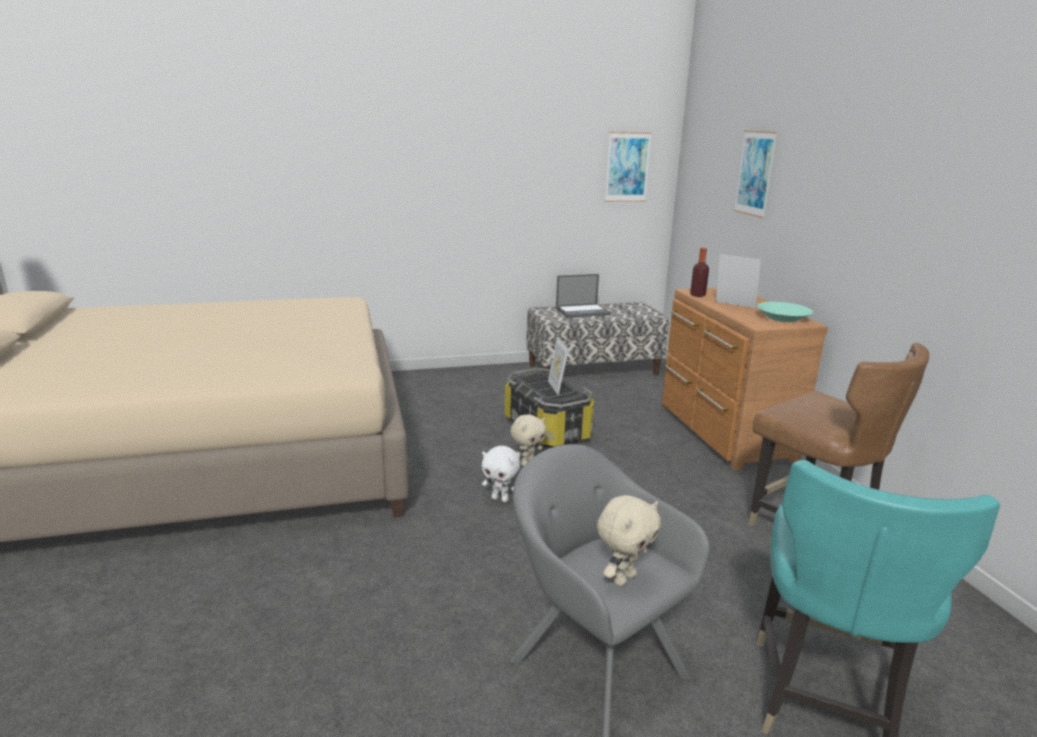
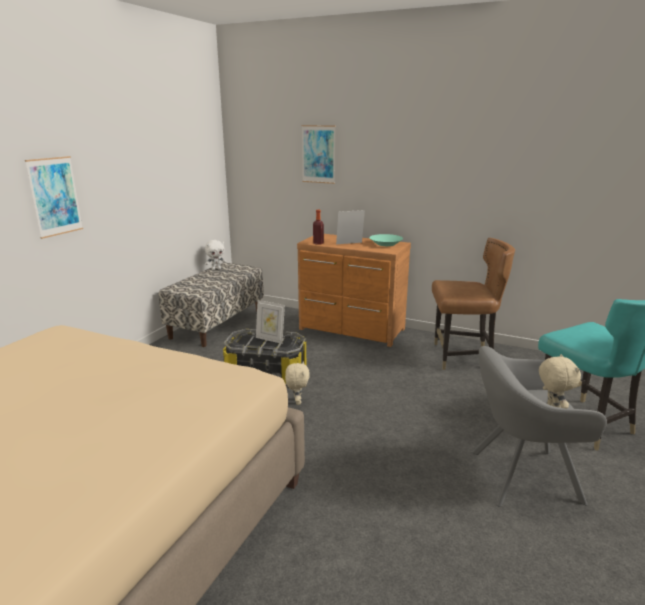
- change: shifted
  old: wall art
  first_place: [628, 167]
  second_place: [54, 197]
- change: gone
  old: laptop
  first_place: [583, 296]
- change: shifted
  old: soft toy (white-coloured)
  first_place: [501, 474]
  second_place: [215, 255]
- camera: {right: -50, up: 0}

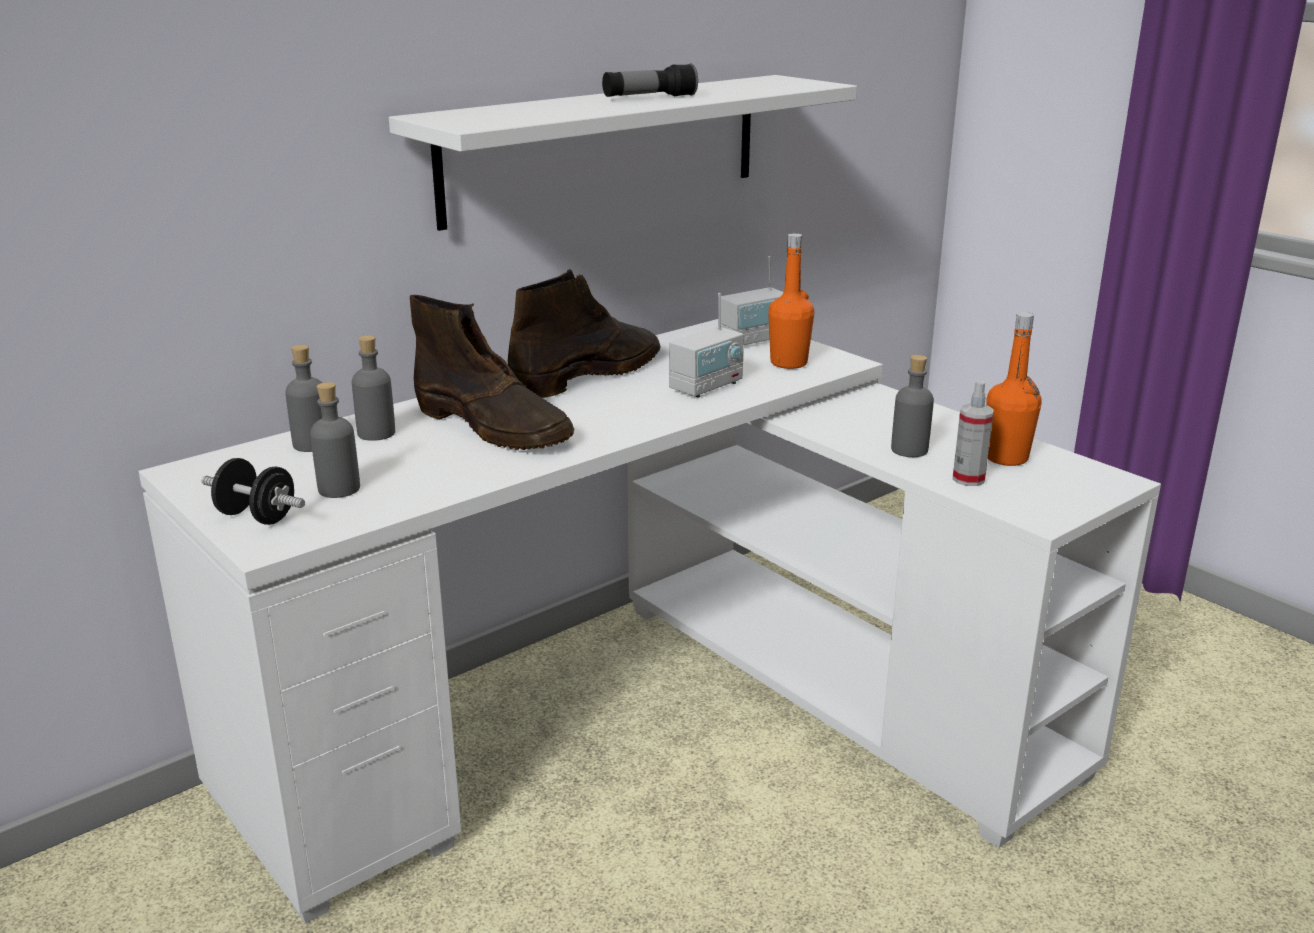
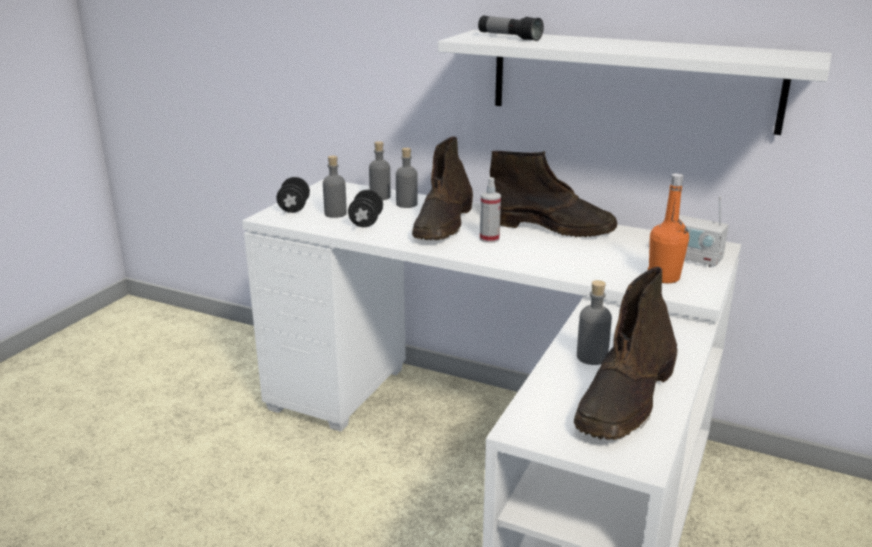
- change: shifted
  old: hand torch
  first_place: [650, 80]
  second_place: [511, 28]
- change: gone
  old: radio receiver
  first_place: [706, 345]
- change: swapped
  old: bottle (orange-coloured)
  new: tall boot (brown)
  first_place: [1014, 389]
  second_place: [625, 353]
- change: shifted
  old: hand sprayer
  first_place: [973, 433]
  second_place: [490, 210]
- change: new
  new: dumbbell (black)
  second_place: [365, 208]
- camera: {right: 65, up: 0}

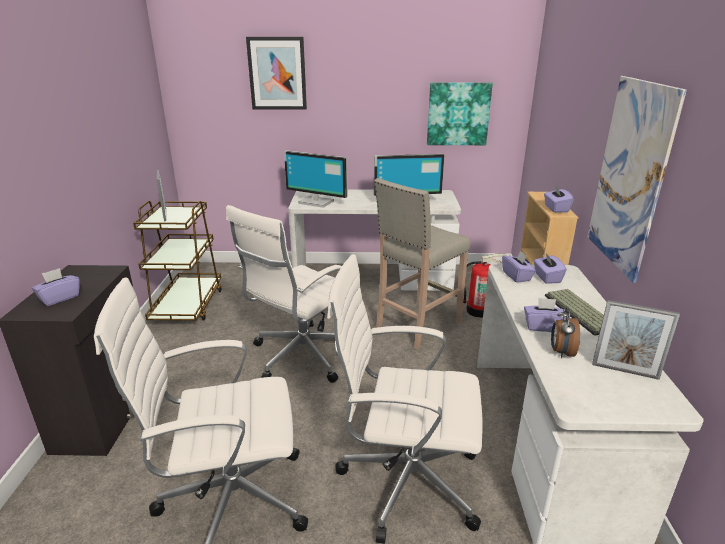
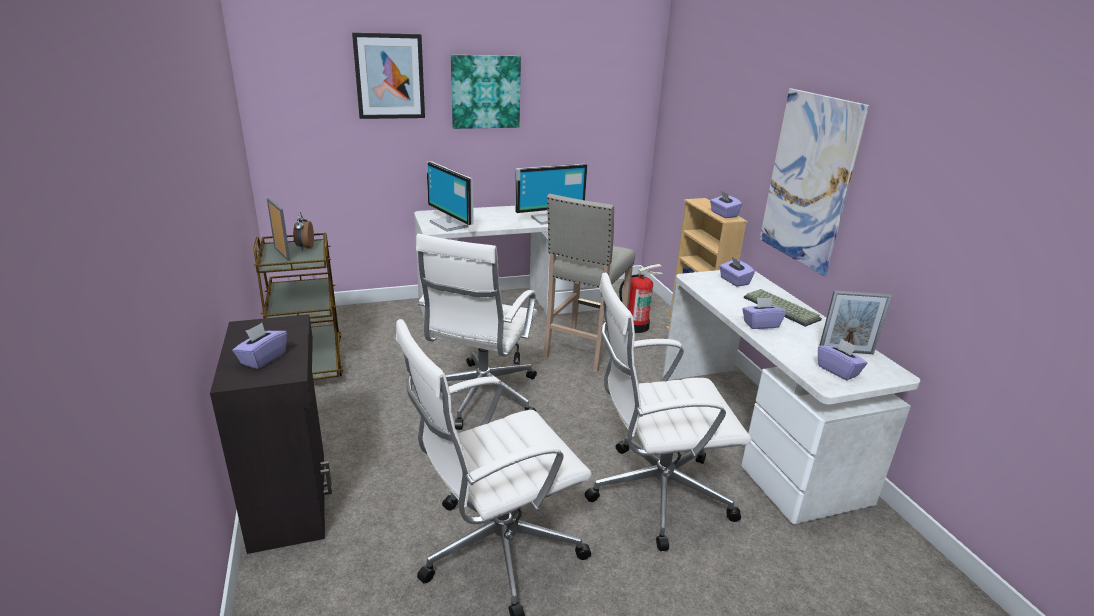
- change: shifted
  old: wall art
  first_place: [460, 113]
  second_place: [486, 92]
- change: rotated
  old: computer screen
  first_place: [316, 179]
  second_place: [450, 196]
  degrees: 45
- change: shifted
  old: tissue holder (purplish)
  first_place: [519, 267]
  second_place: [843, 359]
- change: shifted
  old: alarm clock
  first_place: [565, 332]
  second_place: [303, 231]
- camera: {right: -20, up: 0}

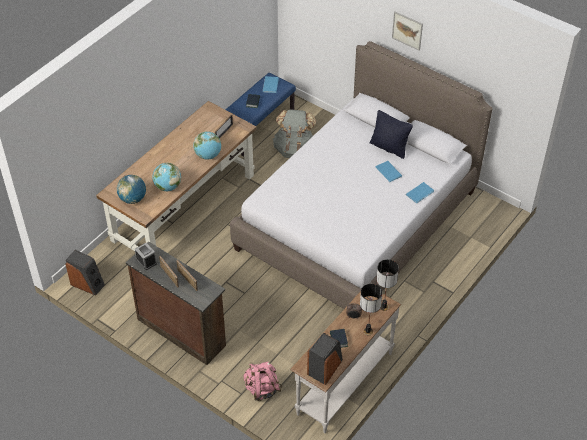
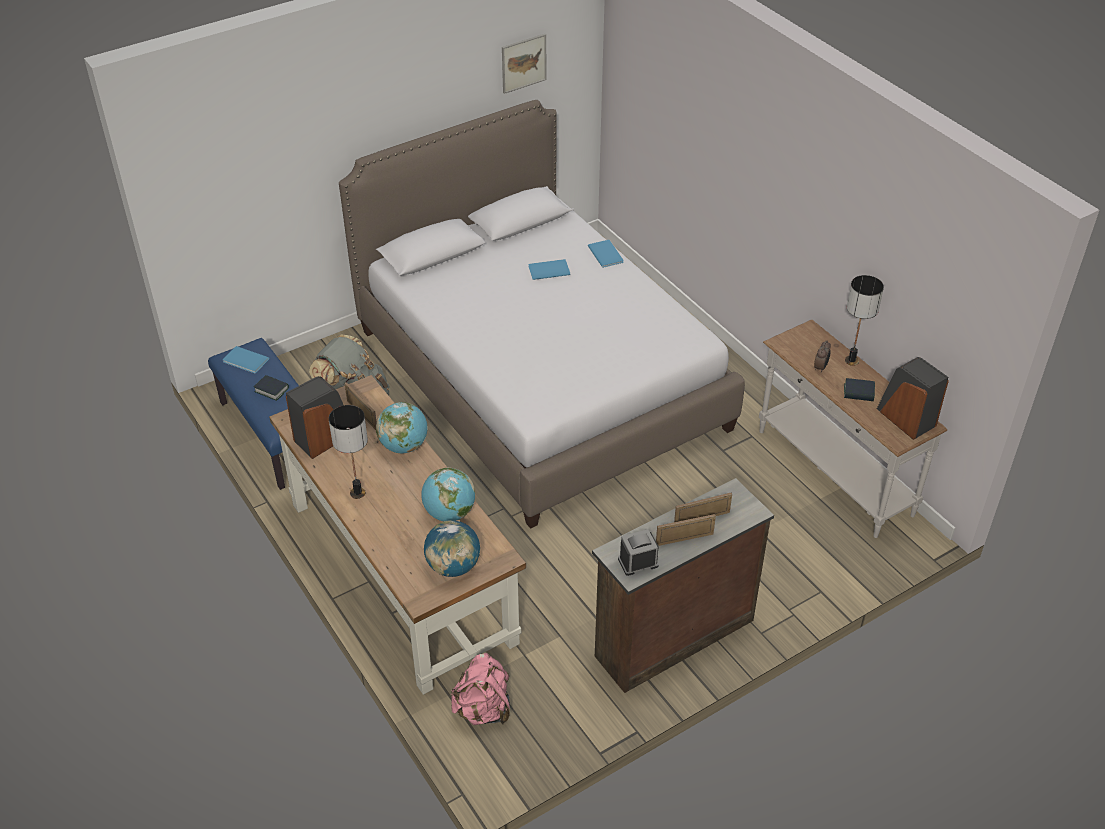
- change: shifted
  old: wall art
  first_place: [407, 31]
  second_place: [524, 64]
- change: gone
  old: throw pillow (black)
  first_place: [391, 134]
- change: shifted
  old: audio speaker
  first_place: [85, 272]
  second_place: [314, 417]
- change: shifted
  old: tabletop lamp
  first_place: [388, 285]
  second_place: [348, 452]
- change: shifted
  old: rucksack (pinkish)
  first_place: [263, 381]
  second_place: [480, 689]
- camera: {right: -70, up: -5}

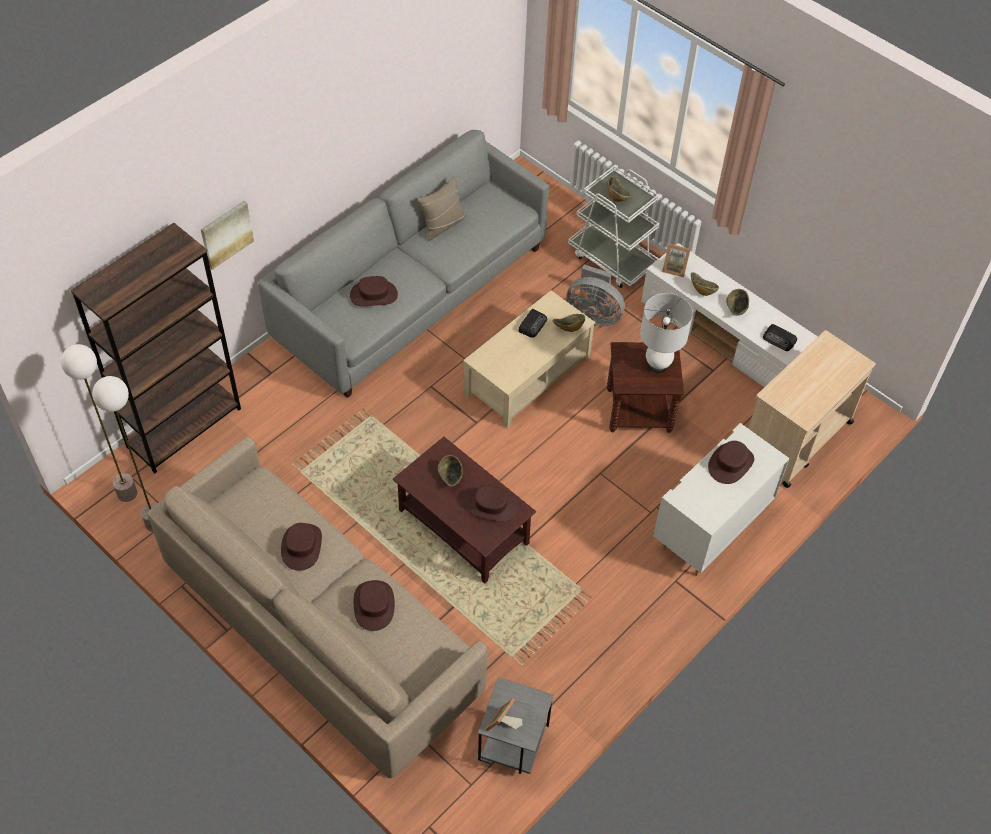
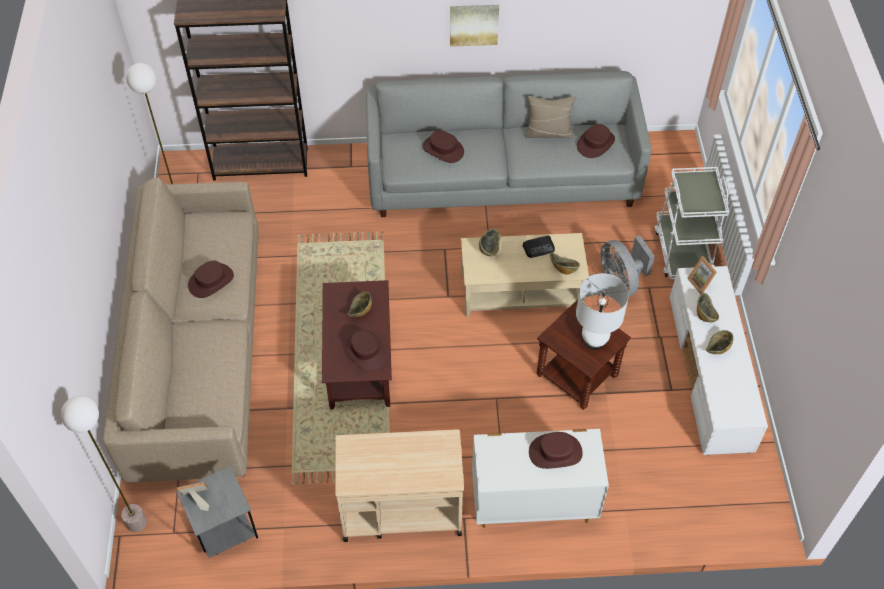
- change: shifted
  old: deep dish
  first_place: [619, 189]
  second_place: [490, 242]
- change: shifted
  old: wall art
  first_place: [227, 235]
  second_place: [474, 26]
- change: gone
  old: radio receiver
  first_place: [780, 337]
- change: shifted
  old: wheeled cart (beige-coloured)
  first_place: [812, 409]
  second_place: [399, 485]
- change: shifted
  old: floor lamp
  first_place: [99, 423]
  second_place: [104, 464]
- change: shifted
  old: wearable hat (brown)
  first_place: [374, 605]
  second_place: [596, 141]
- camera: {right: 45, up: 0}

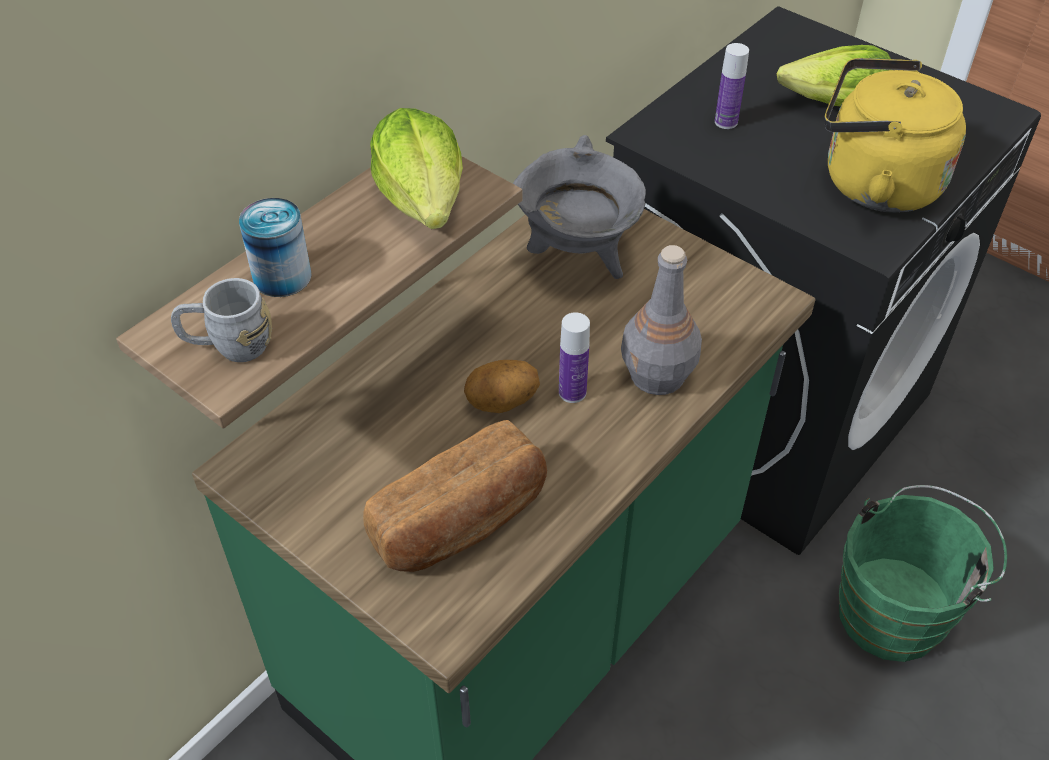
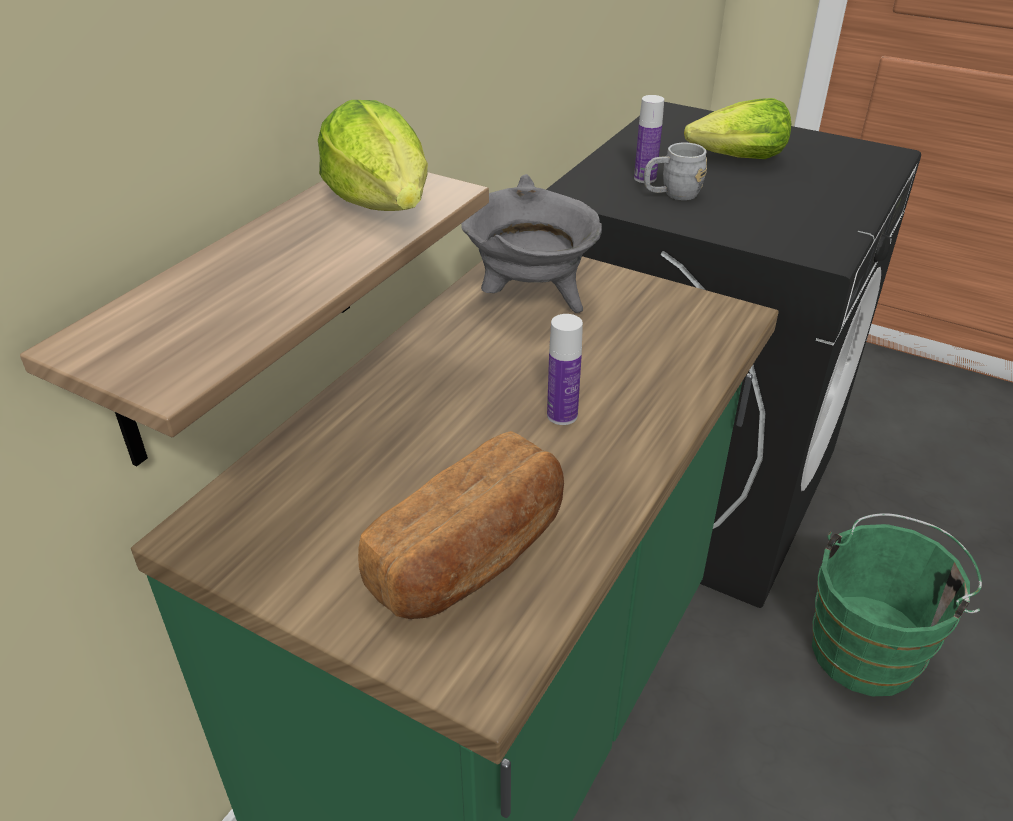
- change: gone
  old: tea kettle (yellow-coloured)
  first_place: [895, 135]
- change: gone
  old: metal can
  first_place: [275, 247]
- change: gone
  old: bottle (greyish)
  first_place: [661, 320]
- change: shifted
  old: coffee mug (greyish)
  first_place: [221, 320]
  second_place: [675, 171]
- change: gone
  old: whole potato
  first_place: [502, 386]
- camera: {right: -10, up: -10}

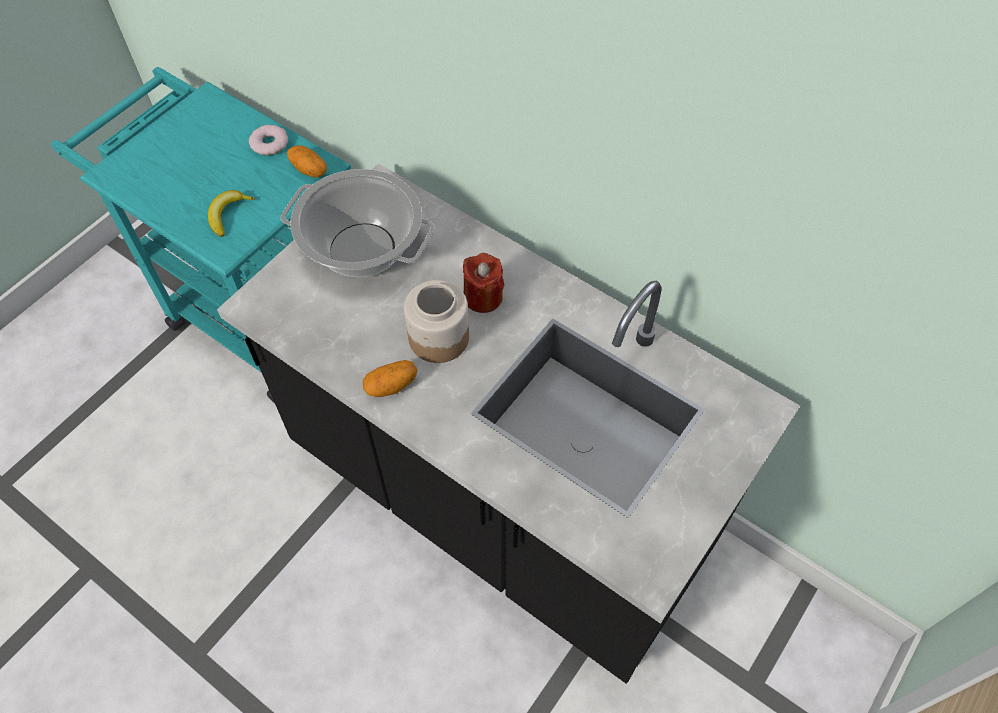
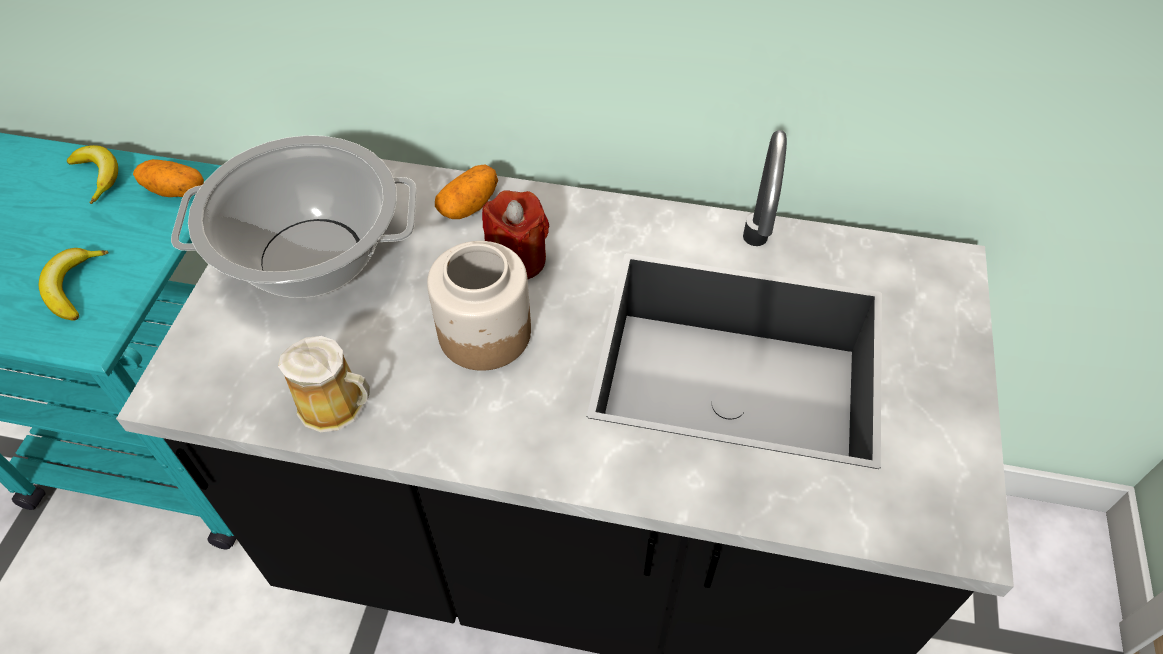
- change: swapped
  old: donut
  new: whole banana
  first_place: [268, 140]
  second_place: [92, 174]
- change: shifted
  old: whole potato
  first_place: [390, 378]
  second_place: [466, 191]
- change: new
  new: coffee mug
  second_place: [324, 384]
- camera: {right: -25, up: -5}

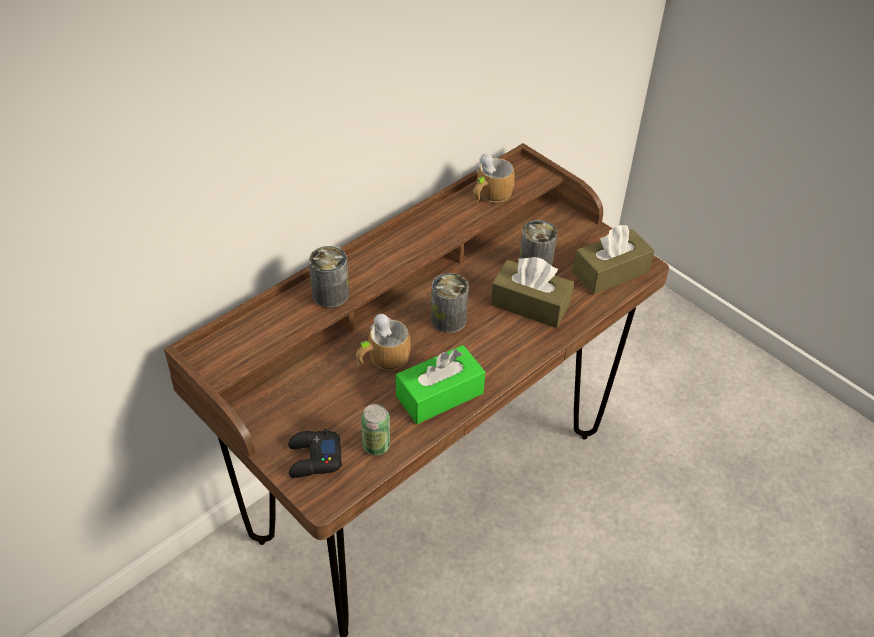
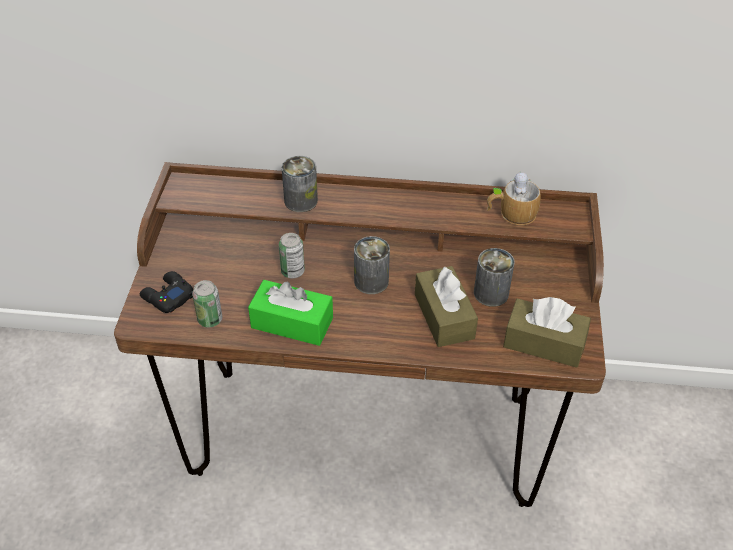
- change: swapped
  old: coffee mug
  new: metal can
  first_place: [383, 342]
  second_place: [292, 255]
- camera: {right: 50, up: 0}

